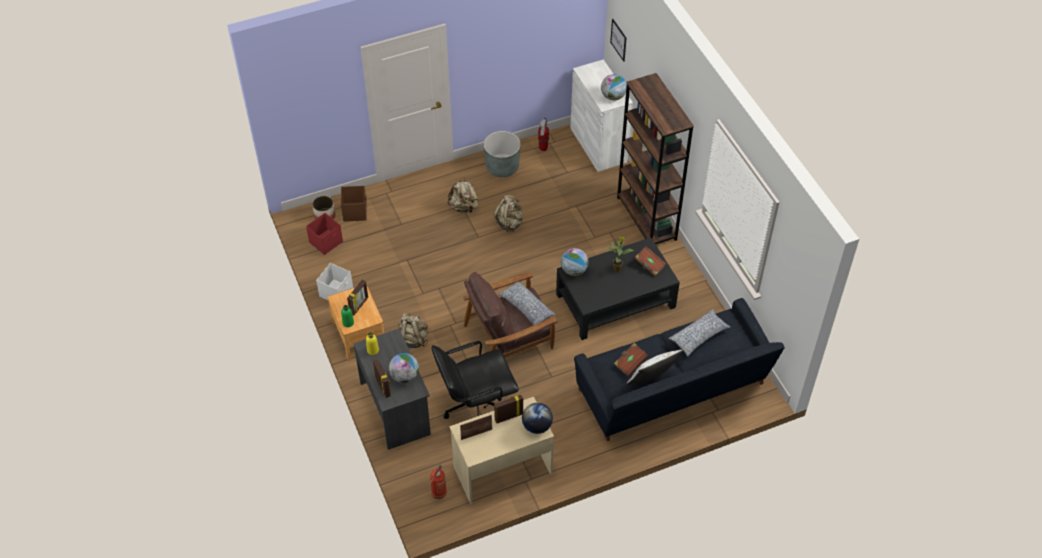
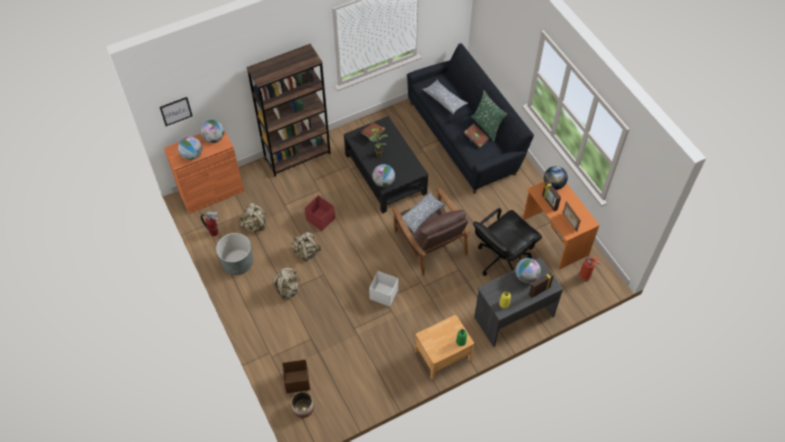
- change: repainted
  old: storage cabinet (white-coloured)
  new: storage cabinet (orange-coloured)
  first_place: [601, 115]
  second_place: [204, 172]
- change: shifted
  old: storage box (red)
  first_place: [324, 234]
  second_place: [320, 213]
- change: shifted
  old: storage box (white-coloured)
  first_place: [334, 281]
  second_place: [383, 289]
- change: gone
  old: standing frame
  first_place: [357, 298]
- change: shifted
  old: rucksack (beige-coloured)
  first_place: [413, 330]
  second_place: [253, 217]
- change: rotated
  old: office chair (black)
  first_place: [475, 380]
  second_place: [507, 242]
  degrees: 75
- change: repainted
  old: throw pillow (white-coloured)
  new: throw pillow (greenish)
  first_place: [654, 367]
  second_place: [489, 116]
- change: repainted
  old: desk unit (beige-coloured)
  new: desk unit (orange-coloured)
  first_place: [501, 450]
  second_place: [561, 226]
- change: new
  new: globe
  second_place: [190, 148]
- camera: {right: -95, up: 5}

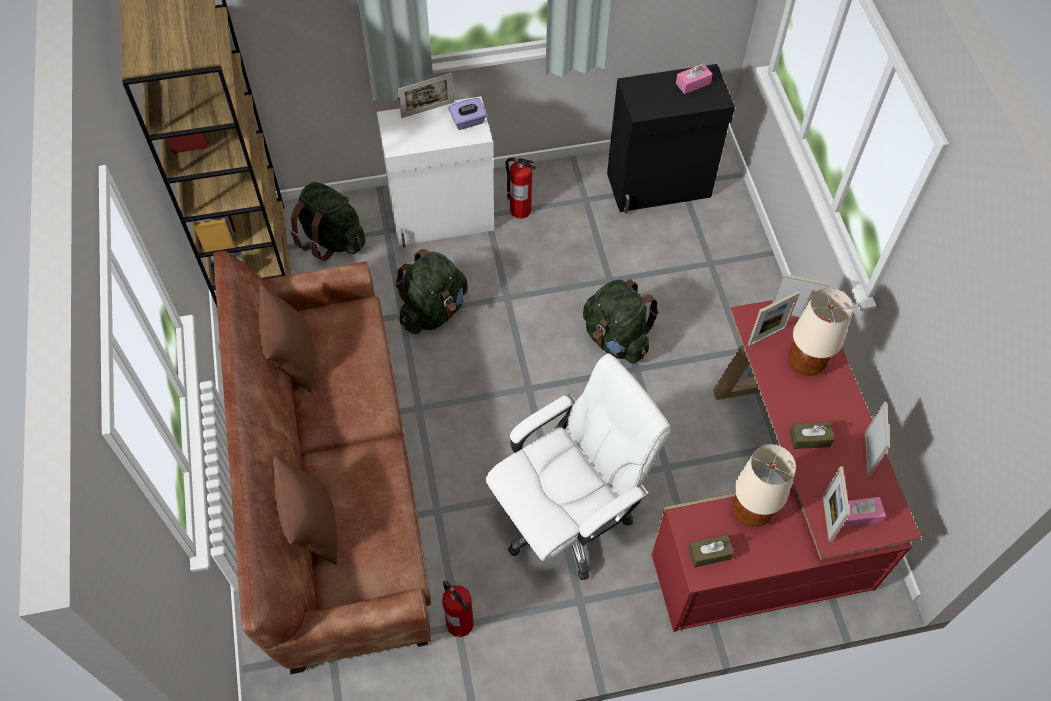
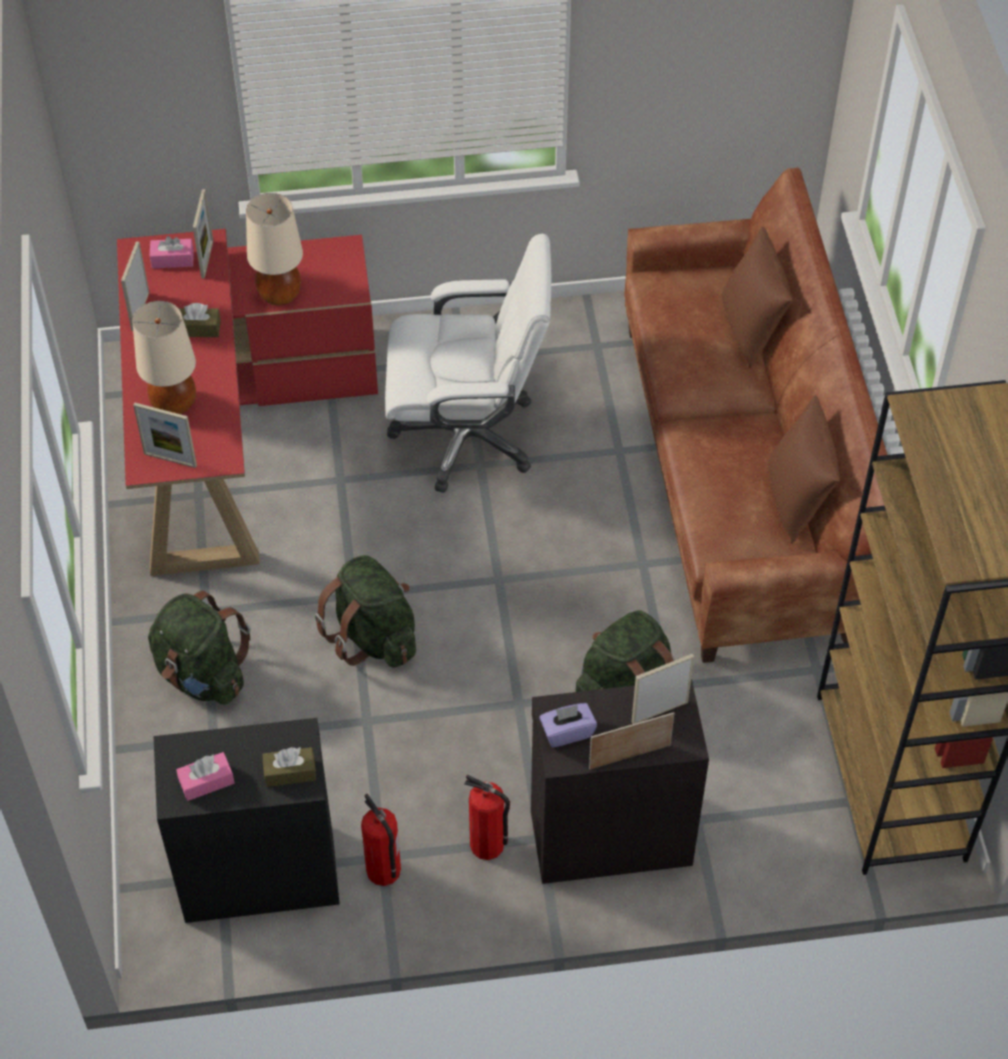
- change: repainted
  old: storage cabinet (white-coloured)
  new: storage cabinet (black)
  first_place: [435, 172]
  second_place: [620, 781]
- change: shifted
  old: rucksack (greenish)
  first_place: [328, 221]
  second_place: [199, 648]
- change: shifted
  old: standing frame
  first_place: [774, 318]
  second_place: [663, 689]
- change: rotated
  old: office chair (white-coloured)
  first_place: [578, 466]
  second_place: [468, 363]
  degrees: -150
- change: shifted
  old: tissue holder (brown)
  first_place: [711, 550]
  second_place: [289, 767]
- change: shifted
  old: fire extinguisher
  first_place: [458, 609]
  second_place: [381, 840]
- camera: {right: -175, up: -5}

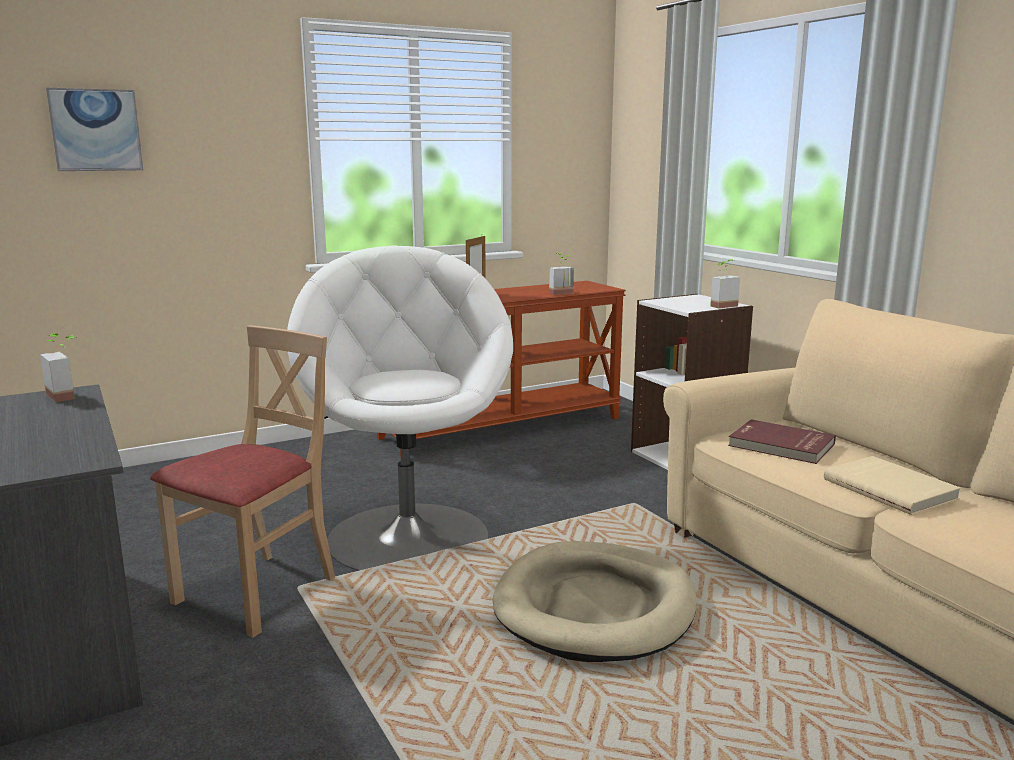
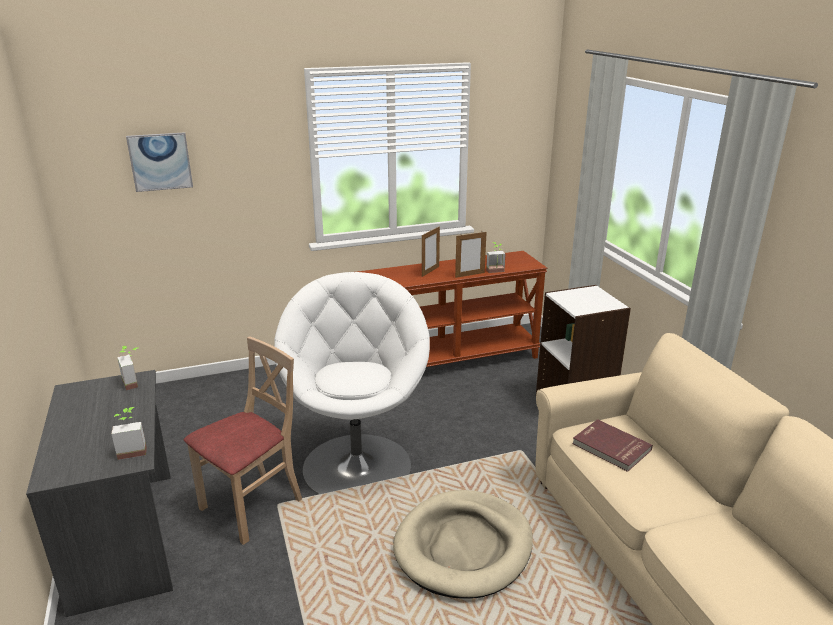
- change: shifted
  old: plant in a pot
  first_place: [725, 284]
  second_place: [129, 433]
- change: gone
  old: volume (beige-coloured)
  first_place: [892, 485]
- change: new
  new: standing frame
  second_place: [471, 255]
- camera: {right: 10, up: 10}

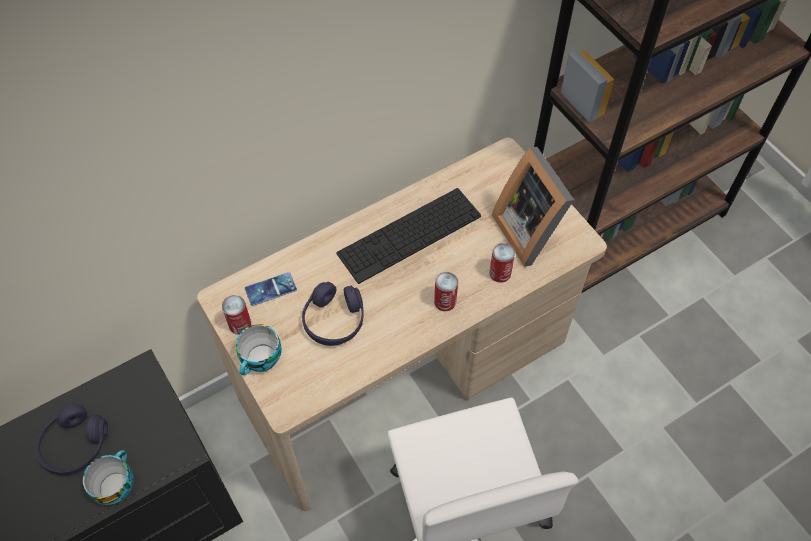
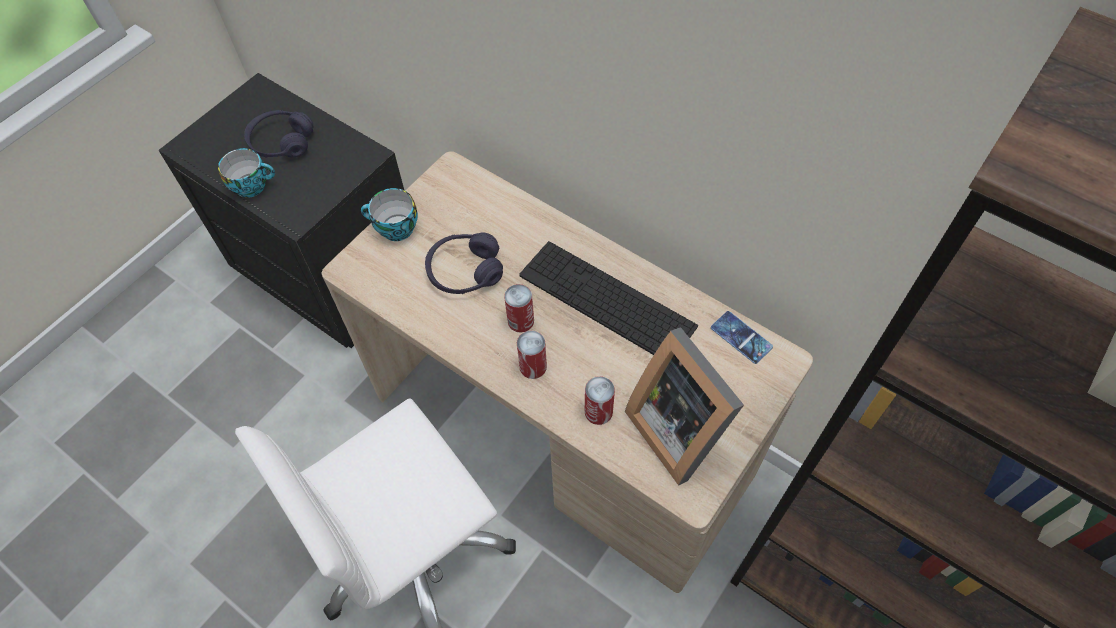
- change: rotated
  old: standing frame
  first_place: [533, 207]
  second_place: [684, 406]
  degrees: -75
- change: shifted
  old: phone
  first_place: [271, 289]
  second_place: [742, 337]
- change: shifted
  old: metal can
  first_place: [236, 315]
  second_place: [519, 308]
- camera: {right: 70, up: 0}

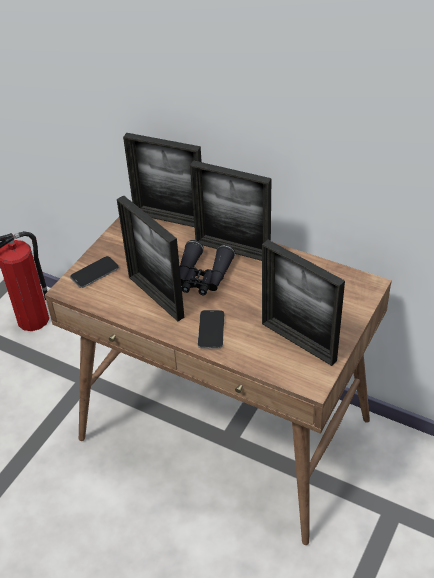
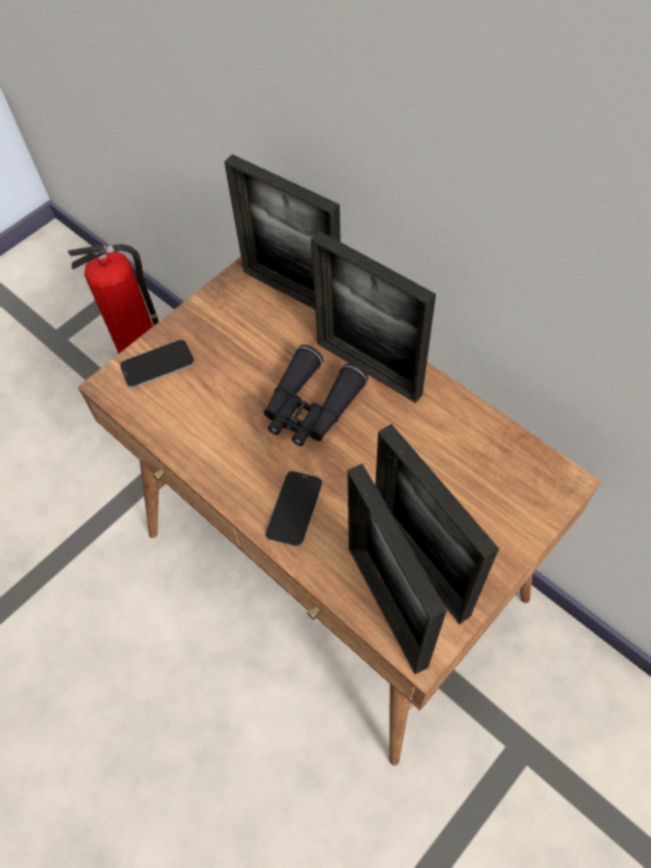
- change: shifted
  old: standing frame
  first_place: [150, 258]
  second_place: [397, 568]
- camera: {right: 15, up: 15}

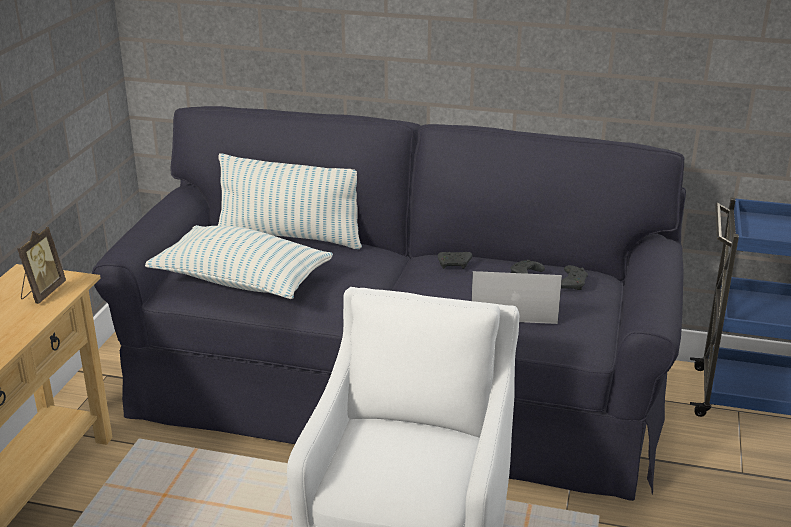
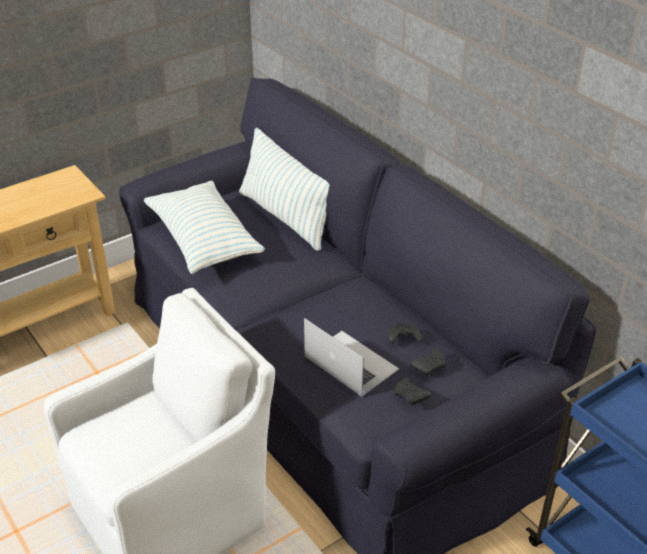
- change: gone
  old: standing frame
  first_place: [41, 265]
- change: shifted
  old: joypad (black)
  first_place: [455, 260]
  second_place: [413, 391]
- camera: {right: 40, up: 10}

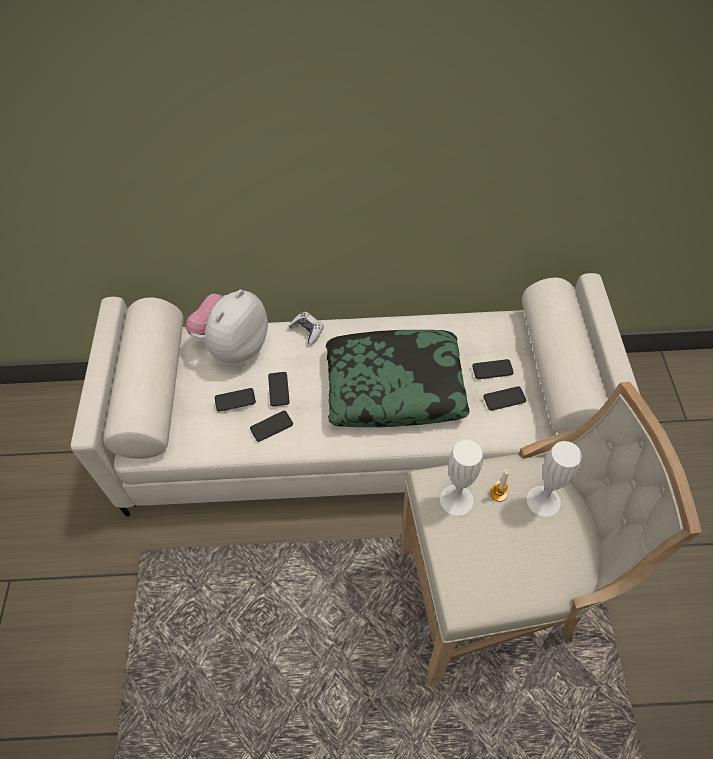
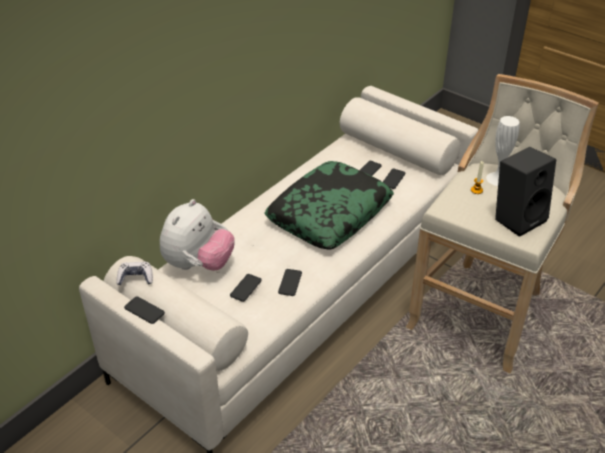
- change: rotated
  old: soft toy
  first_place: [226, 326]
  second_place: [197, 235]
  degrees: -135
- change: shifted
  old: joypad
  first_place: [306, 328]
  second_place: [134, 273]
- change: shifted
  old: phone
  first_place: [279, 389]
  second_place: [144, 310]
- change: gone
  old: flower vase (white-coloured)
  first_place: [461, 477]
- change: new
  new: audio speaker (black)
  second_place: [525, 192]
- camera: {right: -50, up: -15}

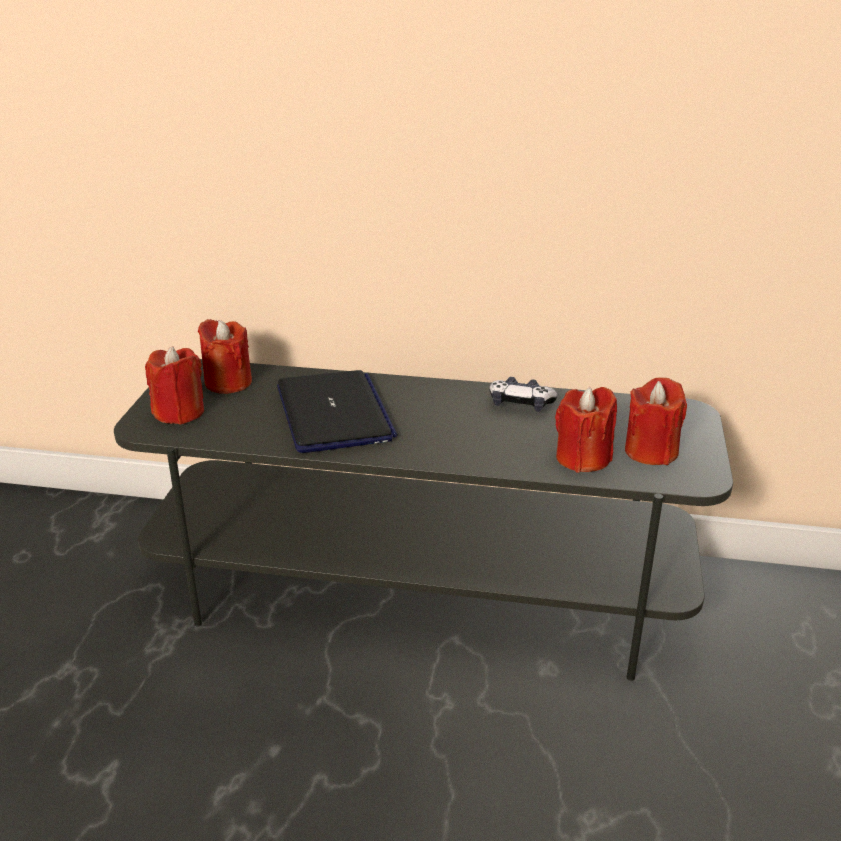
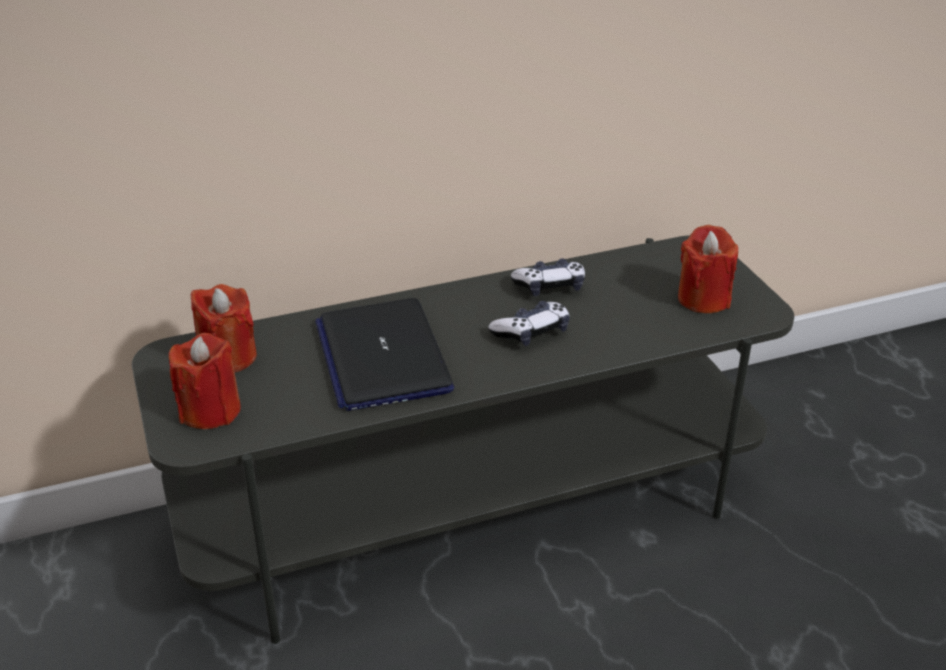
- change: rotated
  old: laptop
  first_place: [337, 411]
  second_place: [384, 354]
  degrees: -150
- change: gone
  old: wax light (red)
  first_place: [586, 430]
- change: new
  new: joypad
  second_place: [529, 323]
- camera: {right: -30, up: 5}

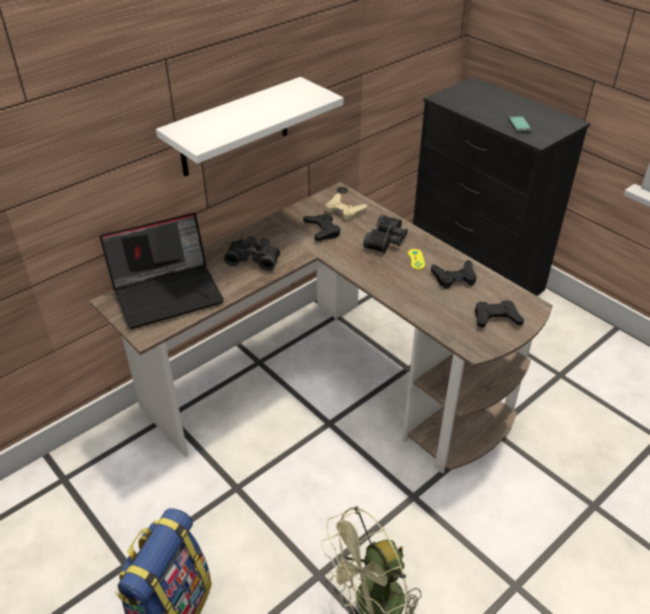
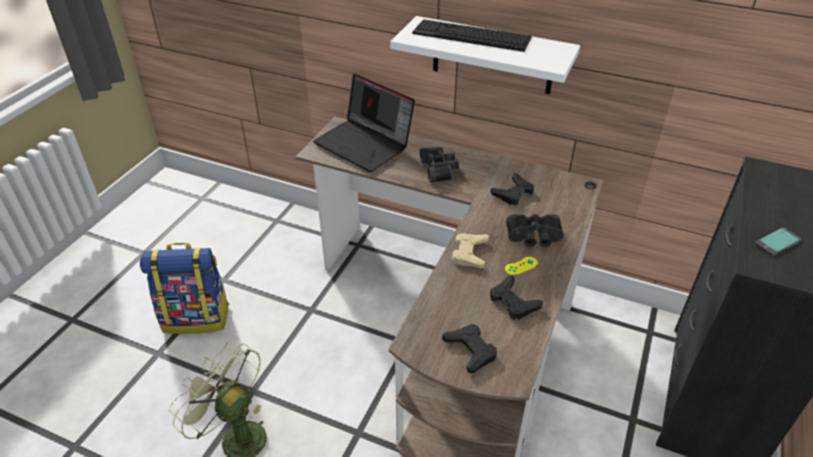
- change: shifted
  old: joypad (beige-coloured)
  first_place: [346, 207]
  second_place: [471, 250]
- change: new
  new: keyboard
  second_place: [472, 36]
- camera: {right: 65, up: 0}

